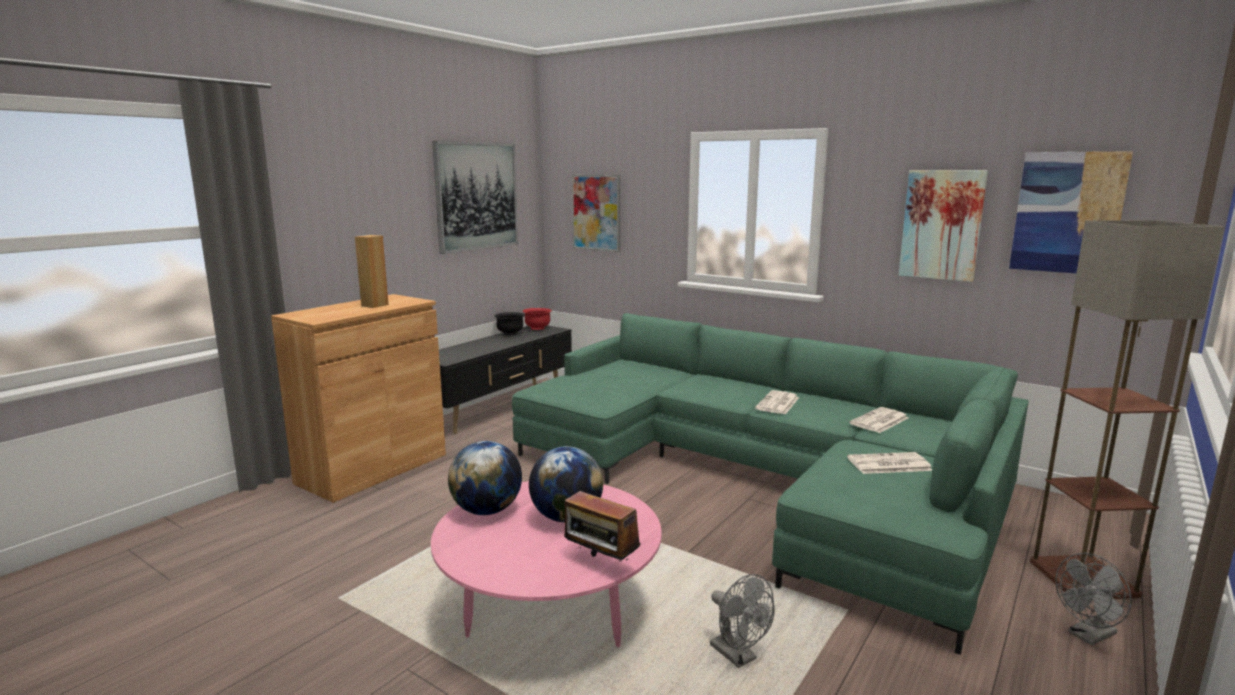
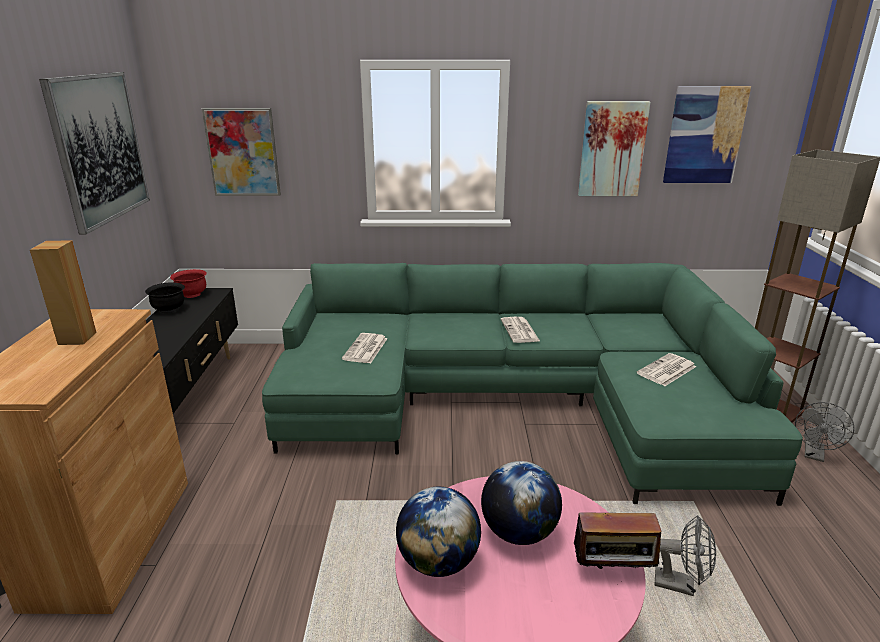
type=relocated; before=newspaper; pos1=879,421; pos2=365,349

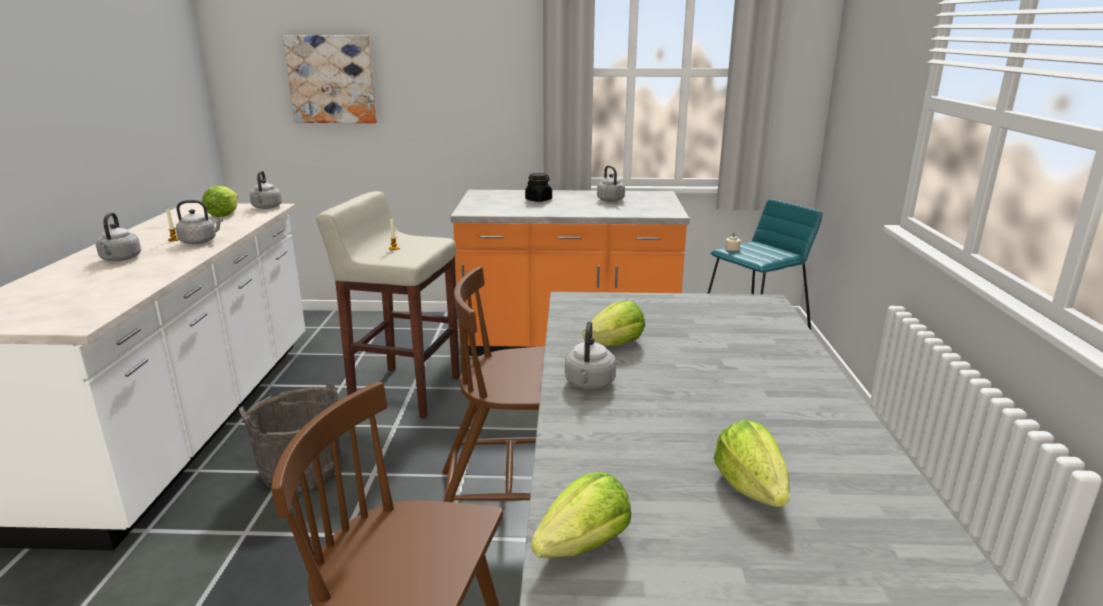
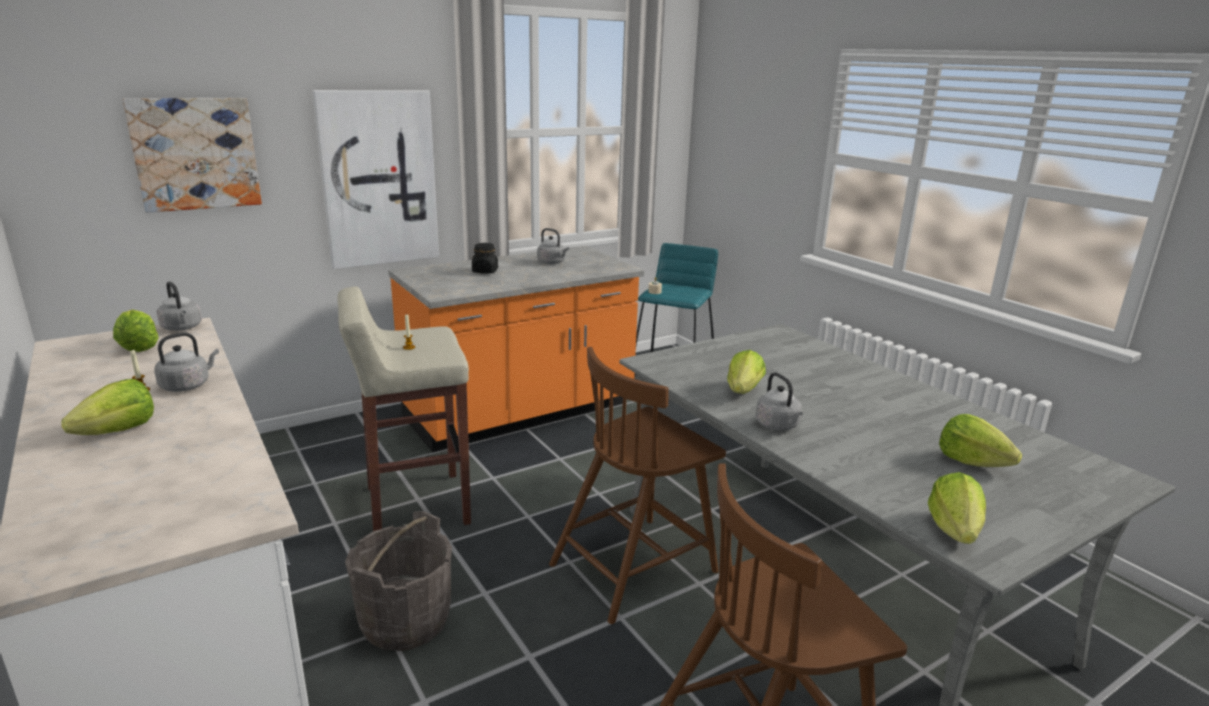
type=exchanged; before=grey_kettle; after=lettuce; pos1=120,259; pos2=119,431
type=appeared; after=picture; pos2=378,179

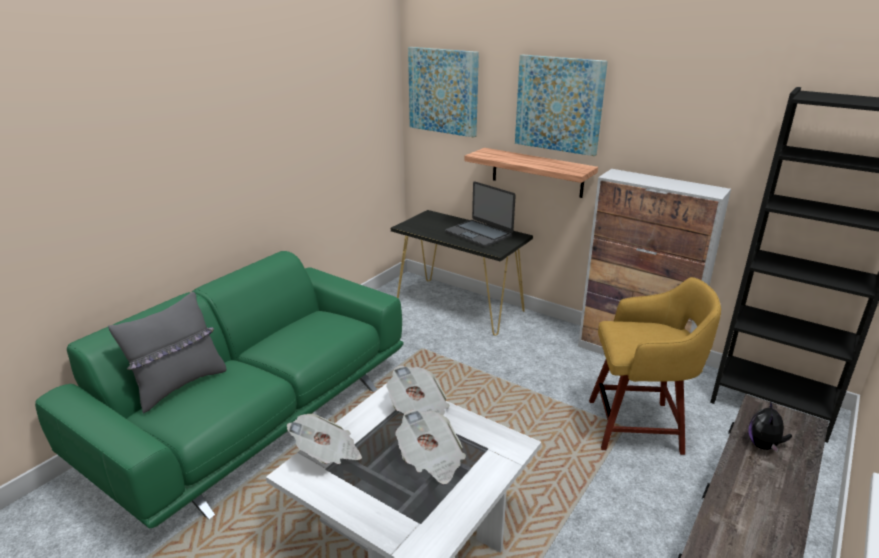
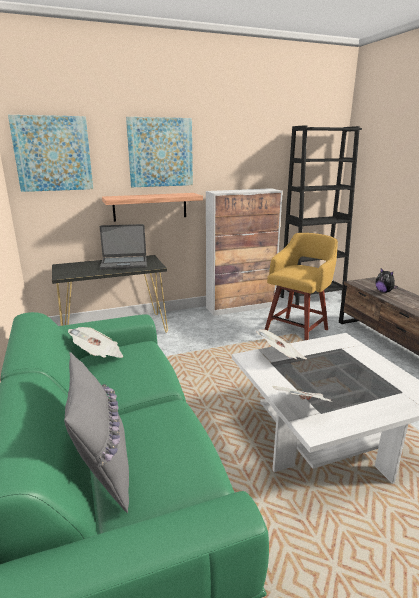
type=relocated; before=newspaper; pos1=431,460; pos2=98,355

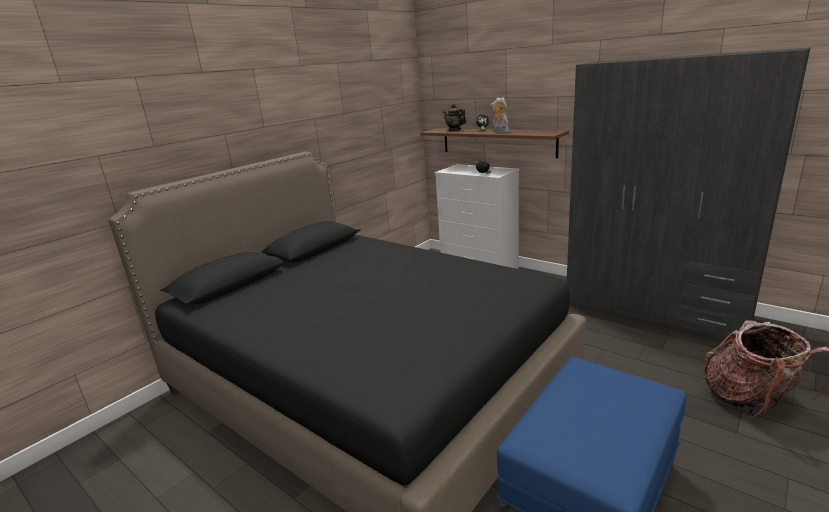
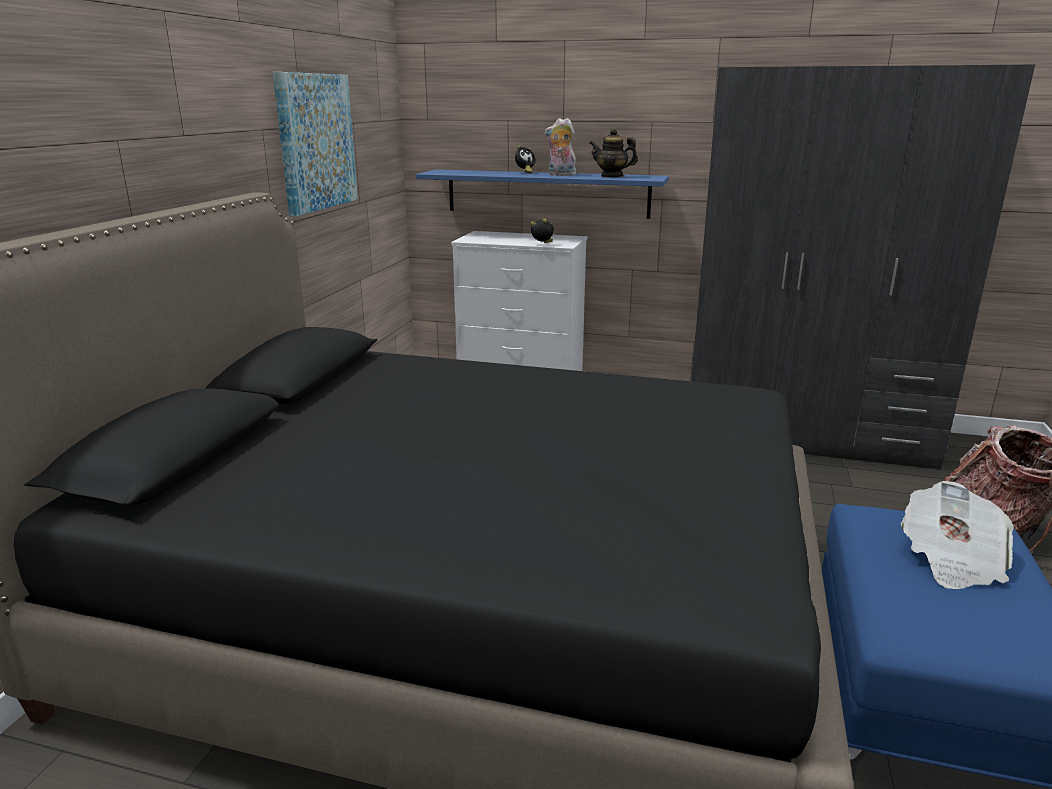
type=relocated; before=teapot; pos1=454,130; pos2=612,176
type=colour; before=brown_shelf; after=blue_shelf; pos1=497,142; pos2=547,193
type=appeared; after=picture; pos2=316,142
type=appeared; after=newspaper; pos2=951,560

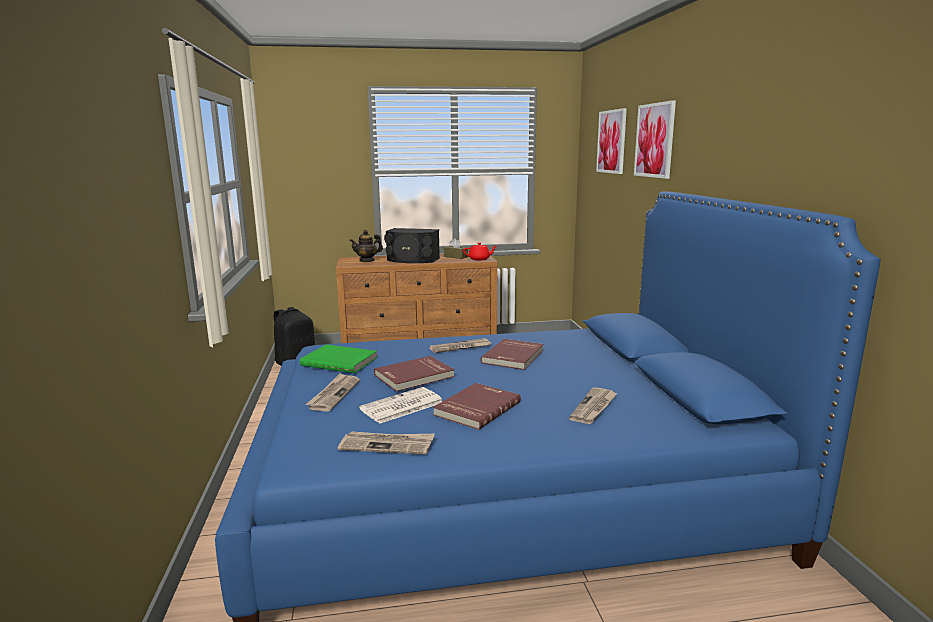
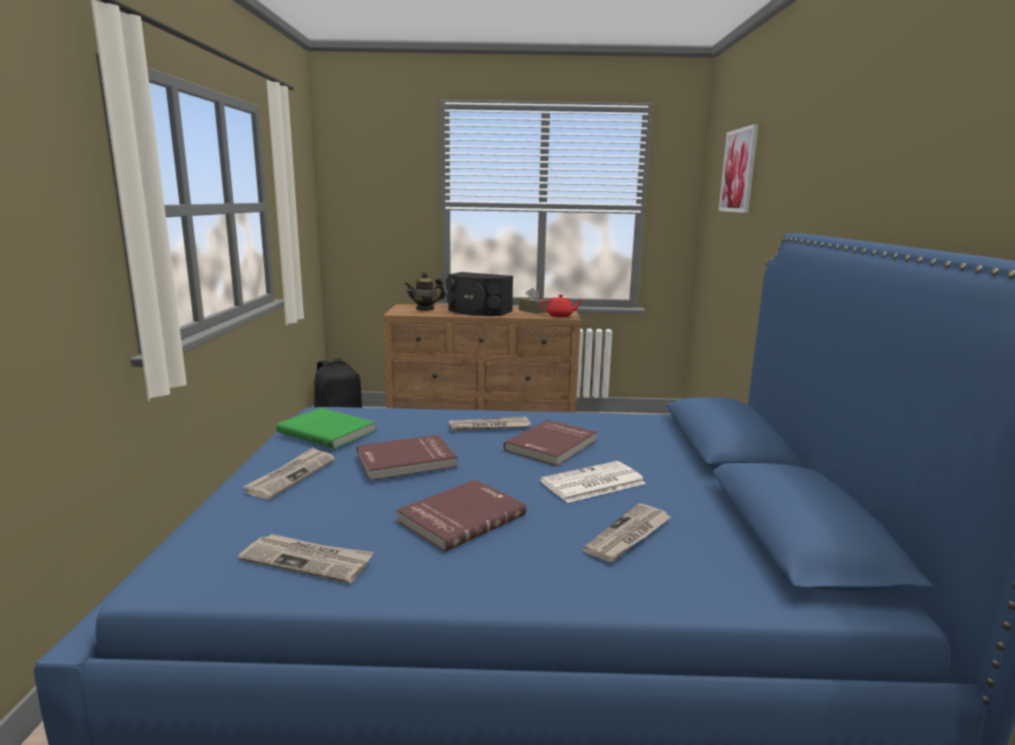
type=missing; before=picture; pos1=654,140
type=relocated; before=newspaper; pos1=401,406; pos2=592,483

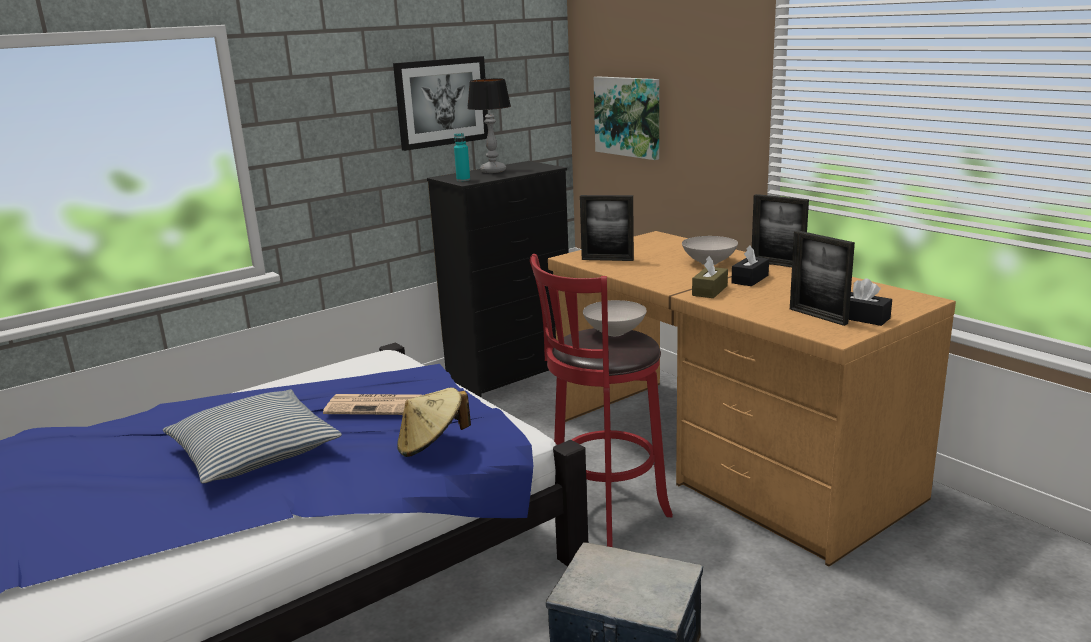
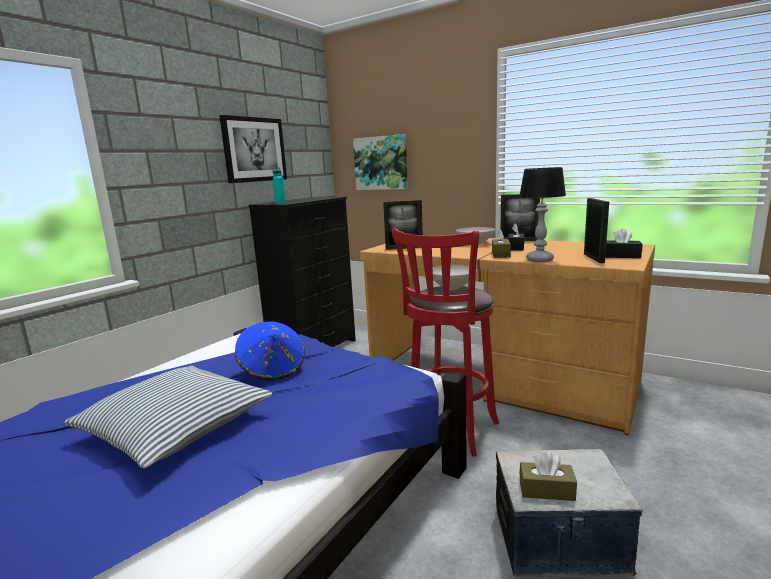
type=relocated; before=table_lamp; pos1=493,171; pos2=540,260
type=spun; before=picture_frame; pos1=818,316; pos2=593,258; turn=-120
type=missing; before=beige_hat; pos1=432,445
type=exchanged; before=newspaper; after=blue_hat; pos1=376,405; pos2=273,369
type=appeared; after=brown_tissue_box; pos2=546,490

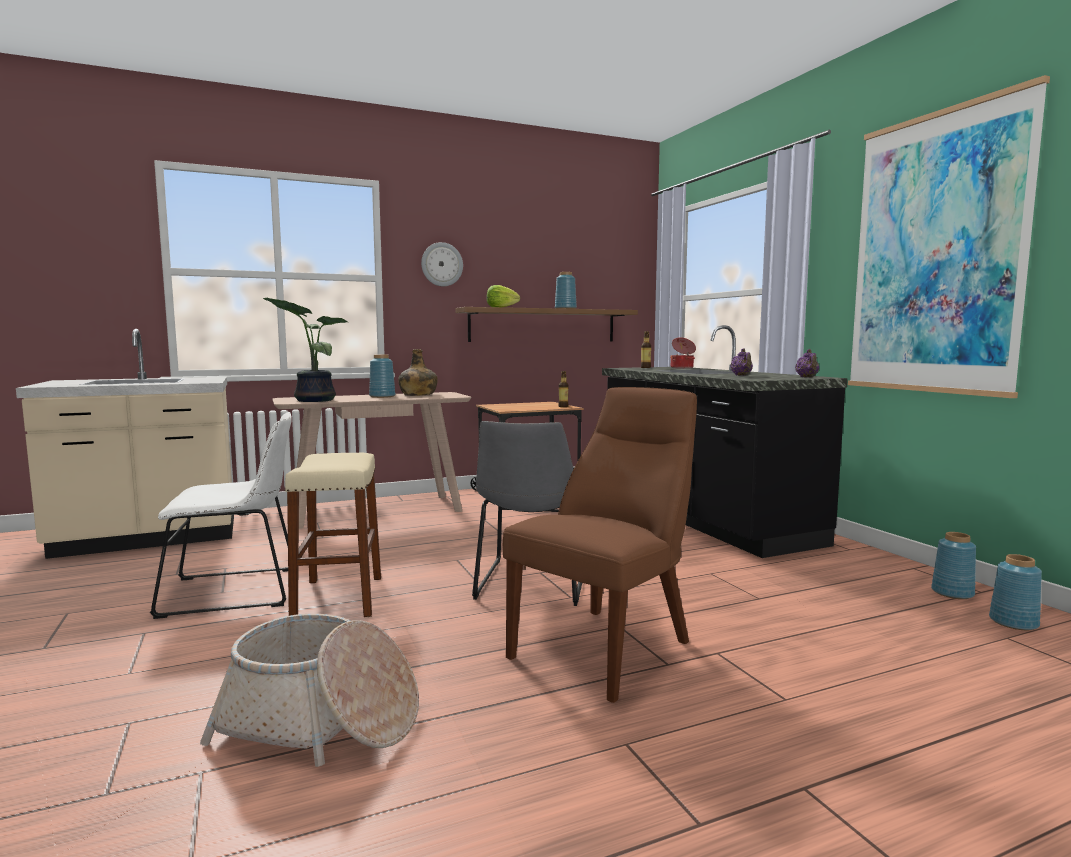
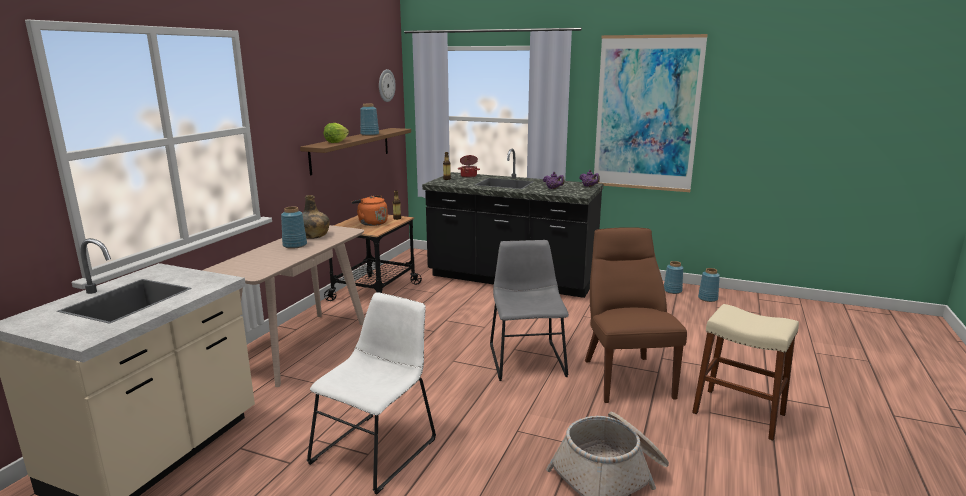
type=relocated; before=wall_clock; pos1=442,264; pos2=386,85
type=missing; before=potted_plant; pos1=312,400
type=spun; before=grey_chair; pos1=531,584; pos2=526,358; turn=-150
type=relocated; before=beige_stool; pos1=338,598; pos2=738,413
type=appeared; after=orange_kettle; pos2=371,223

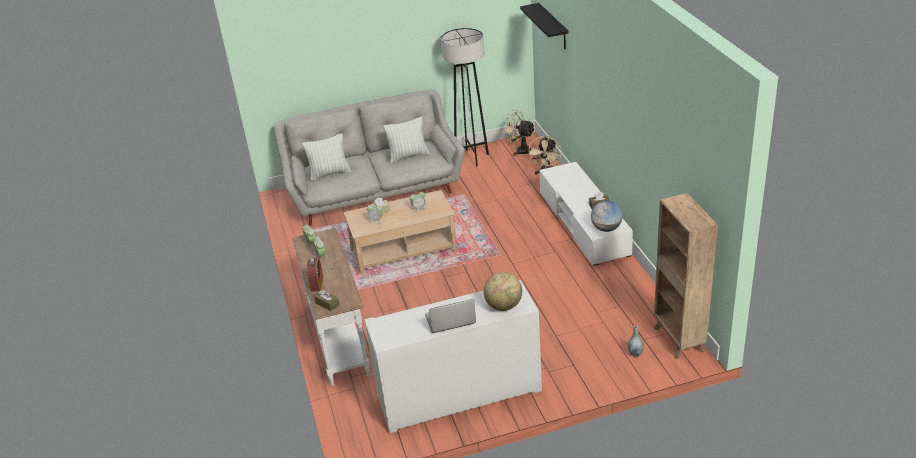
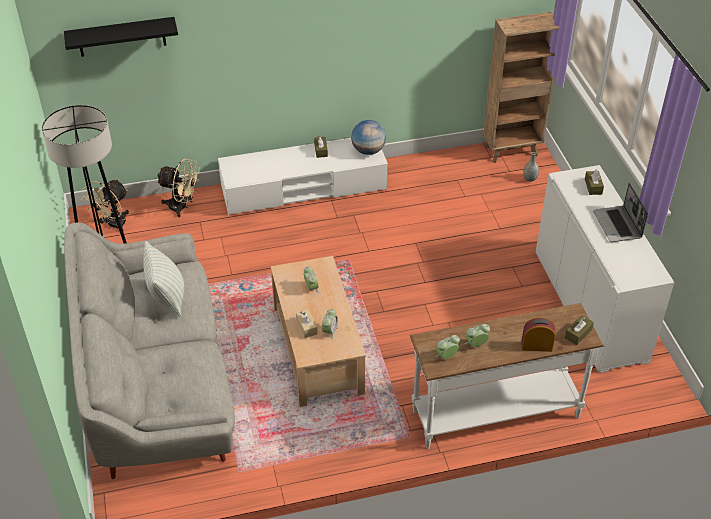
type=missing; before=pillow; pos1=329,173
type=exchanged; before=globe; after=brown_tissue_box; pos1=504,306; pos2=593,186

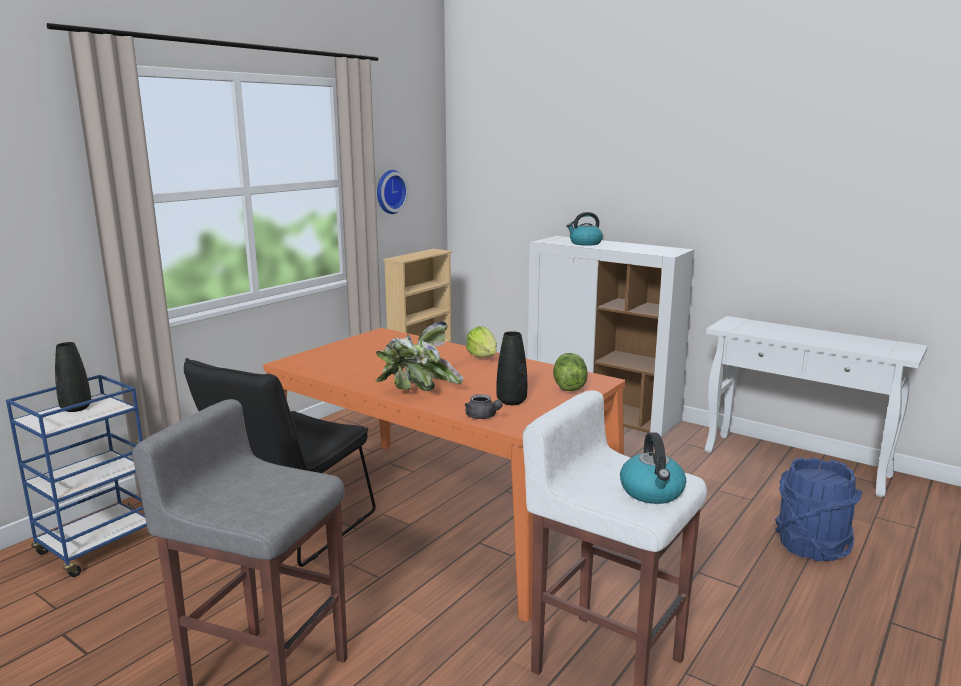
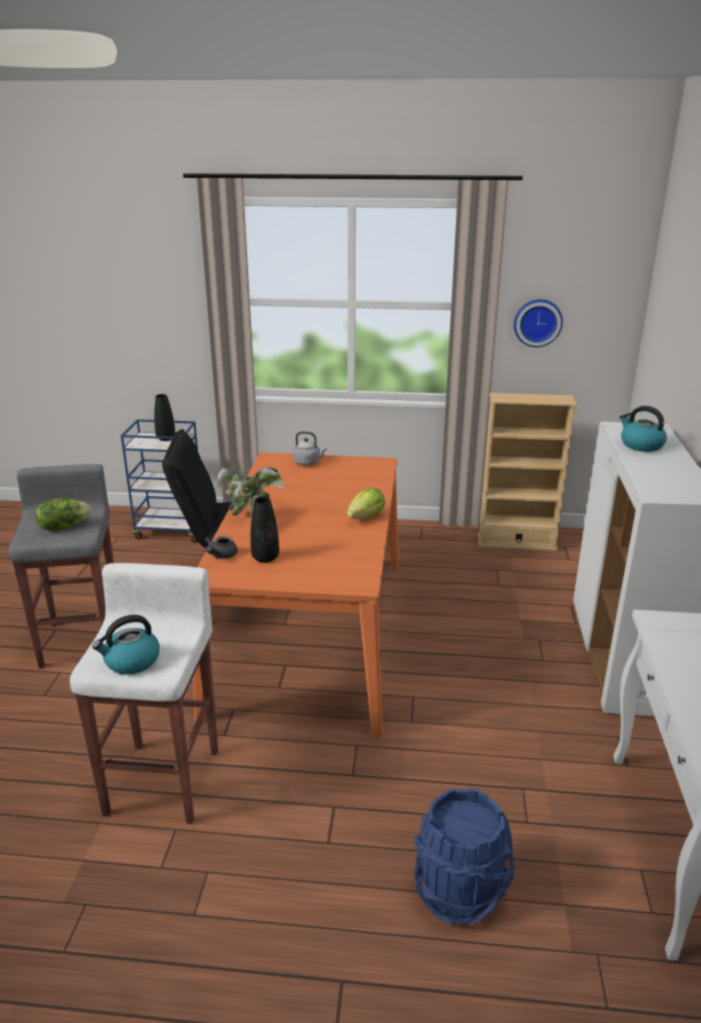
type=relocated; before=lettuce; pos1=568,387; pos2=63,527
type=appeared; after=grey_kettle; pos2=308,462

